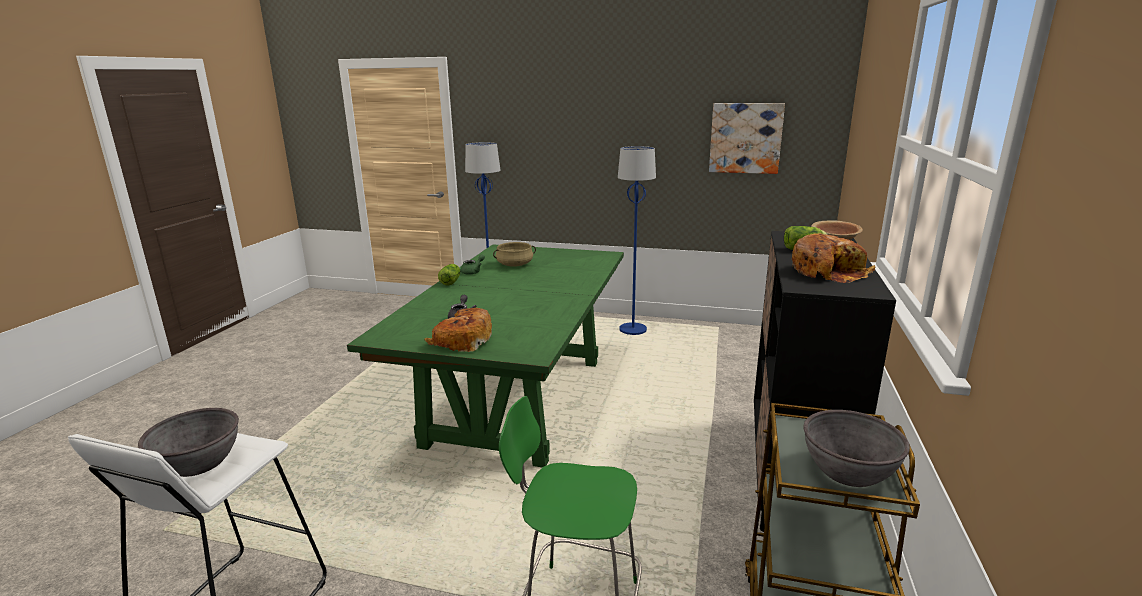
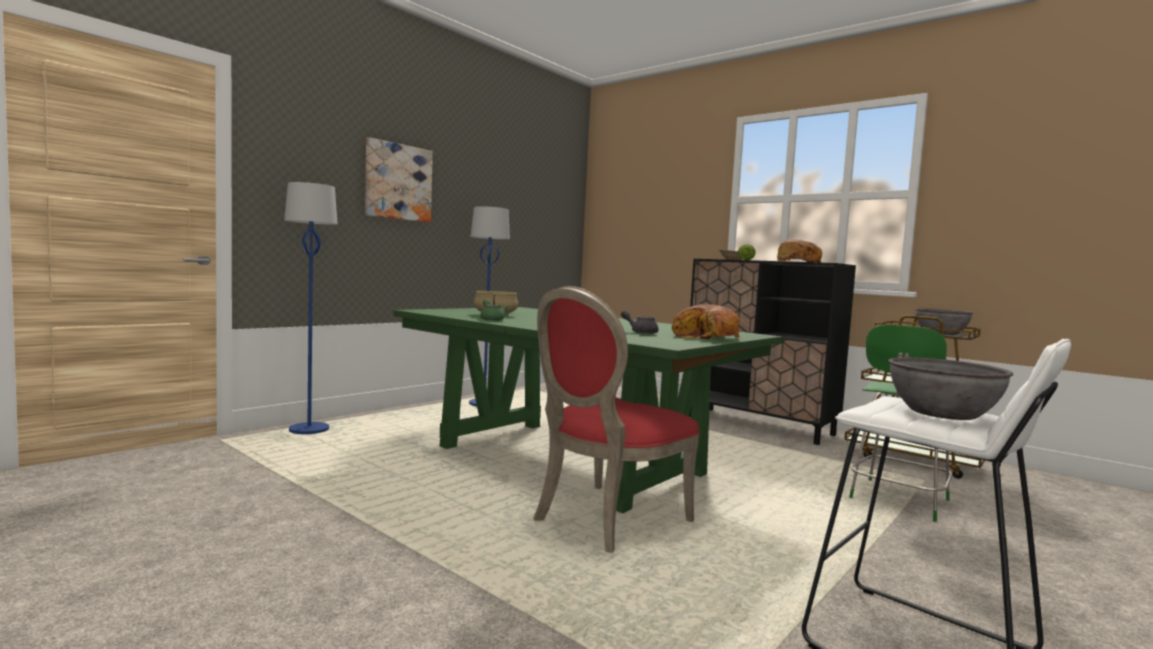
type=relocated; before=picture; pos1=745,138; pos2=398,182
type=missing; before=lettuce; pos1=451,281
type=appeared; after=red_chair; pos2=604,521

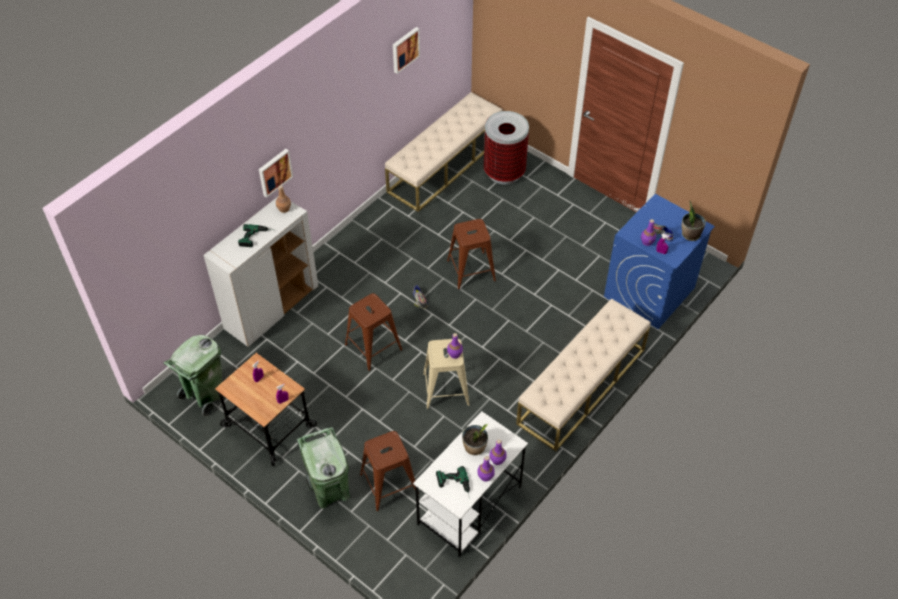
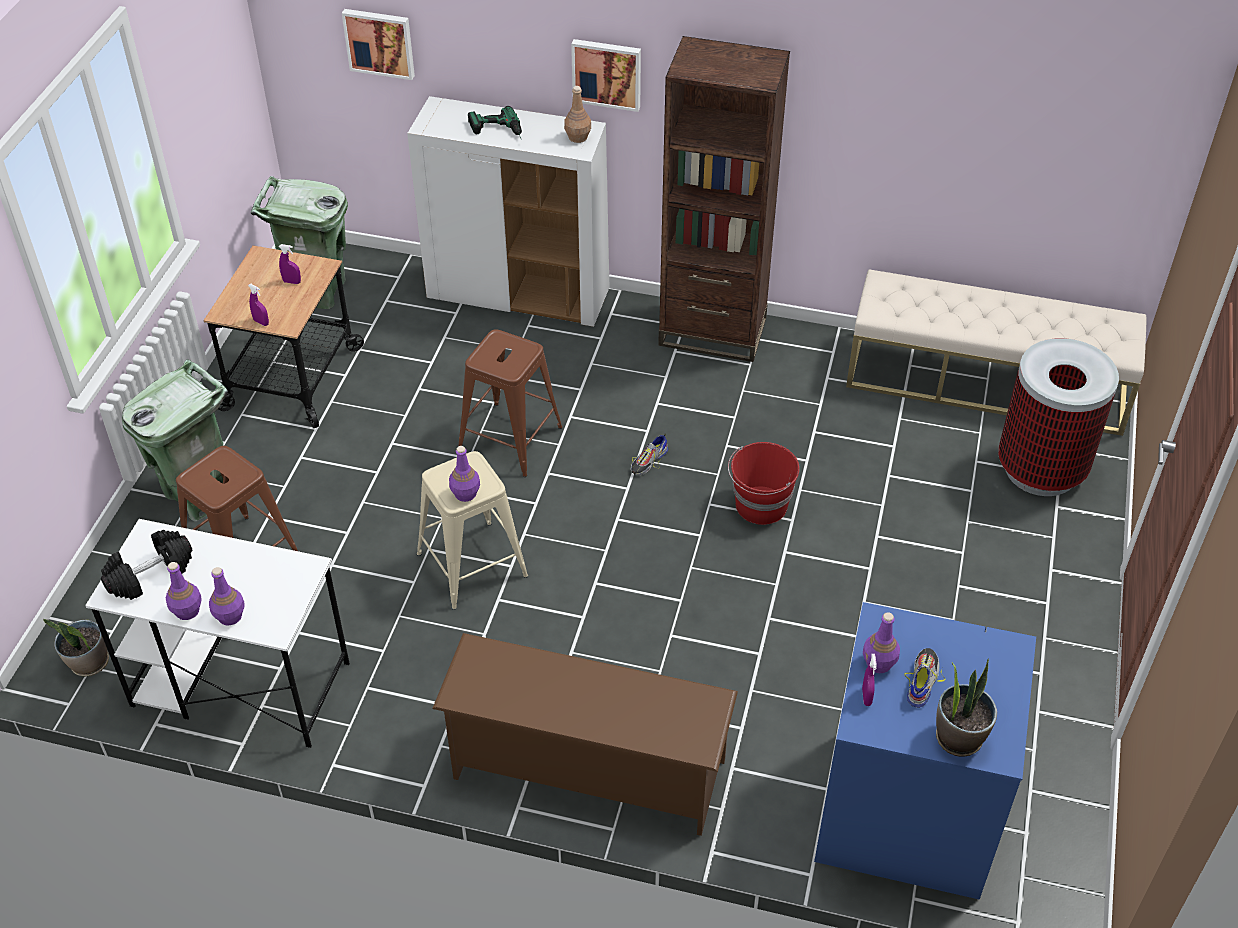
type=relocated; before=picture; pos1=405,49; pos2=380,42
type=exchanged; before=brown_stool; after=red_bucket; pos1=471,271; pos2=760,506
type=exchanged; before=beige_bench; after=brown_shoe_rack; pos1=581,386; pos2=587,769
type=relocated; before=potted_plant; pos1=475,447; pos2=89,663
type=exchanged; before=power_drill; after=black_dumbbell; pos1=454,486; pos2=150,574
type=appeared; after=brown_bookcase; pos2=712,332

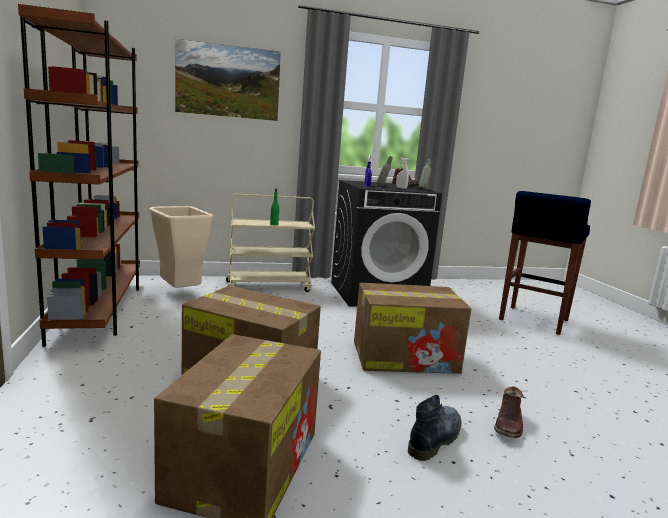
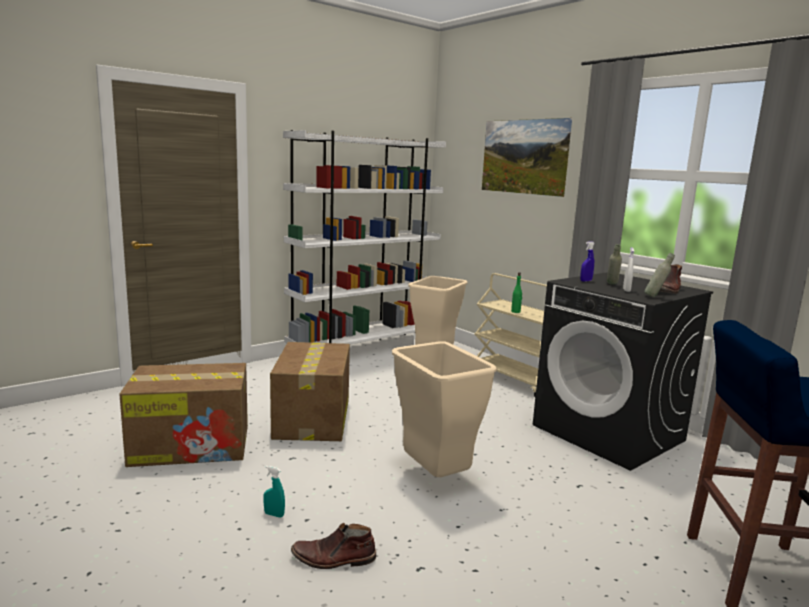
type=colour; before=brown_bookcase; after=white_bookcase; pos1=100,309; pos2=363,349
type=exchanged; before=cardboard_box; after=beige_trash_can; pos1=406,357; pos2=436,478
type=exchanged; before=boot; after=turquoise_spray_bottle; pos1=435,438; pos2=274,514

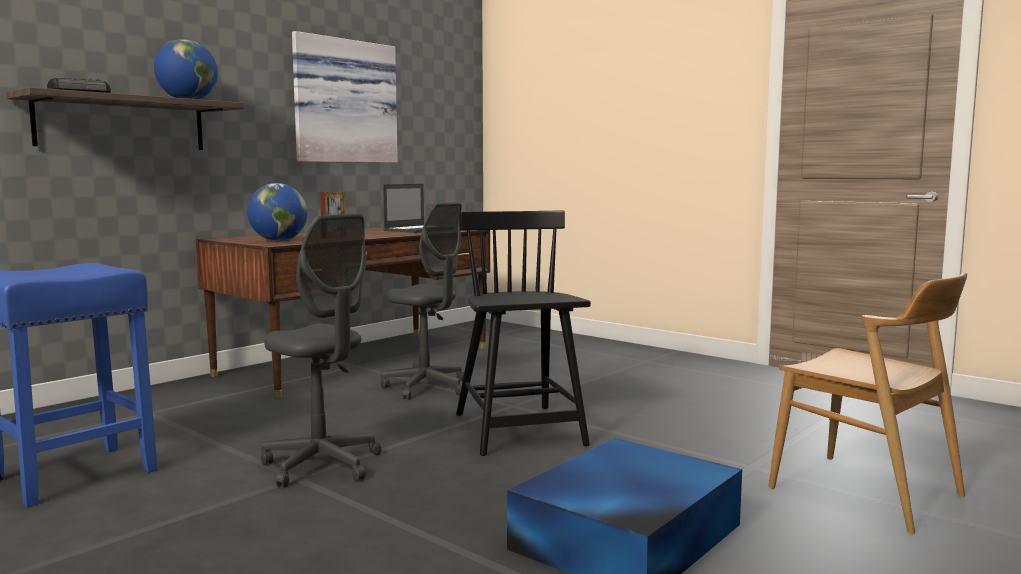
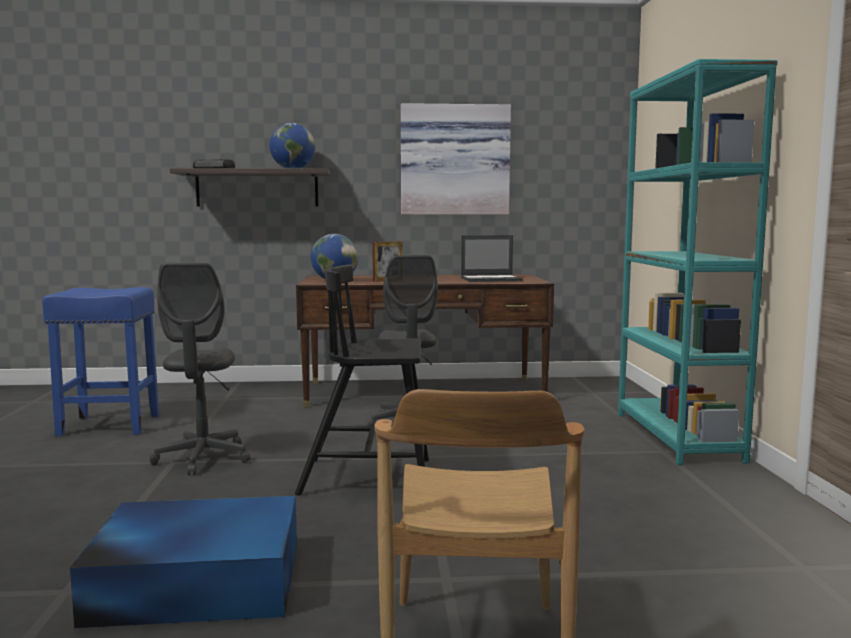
type=spun; before=black_chair; pos1=519,430; pos2=369,477; turn=-120
type=appeared; after=turquoise_bookcase; pos2=677,436

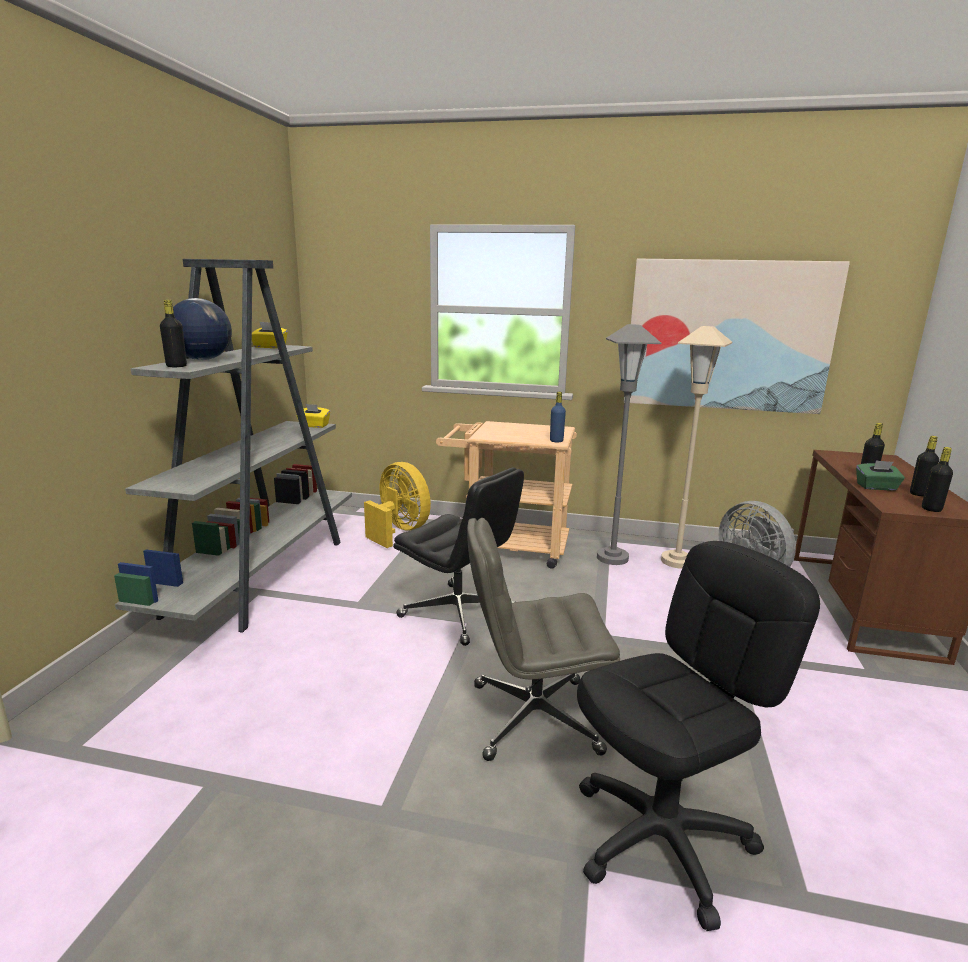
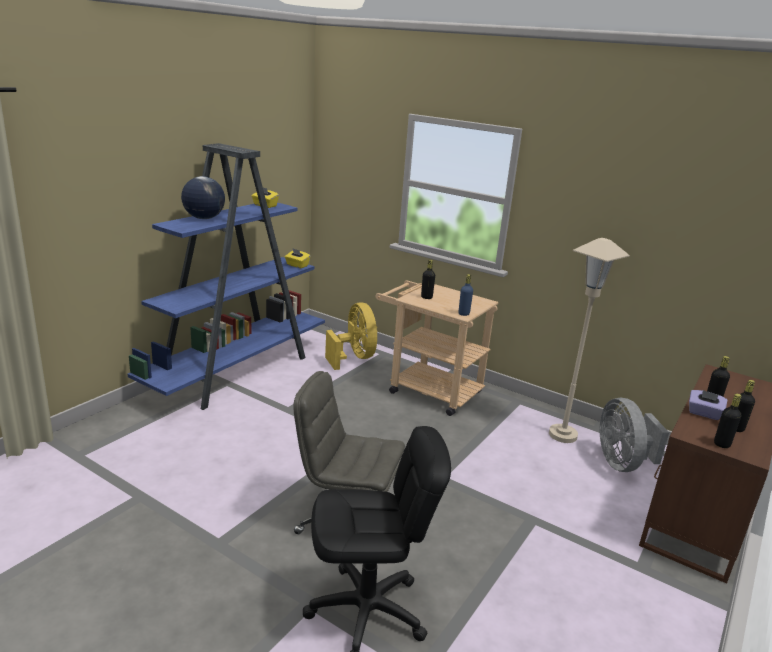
type=colour; before=grey_bookcase; after=blue_bookcase; pos1=261,574; pos2=237,371
type=missing; before=picture; pos1=728,336
type=relocated; before=black_bottle; pos1=176,366; pos2=426,297
type=missing; before=grey_floor_lamp; pos1=612,558
type=colour; before=green_tissue_box; after=purple_tissue_box; pos1=876,487; pos2=704,413
type=missing; before=black_office_chair; pos1=459,613

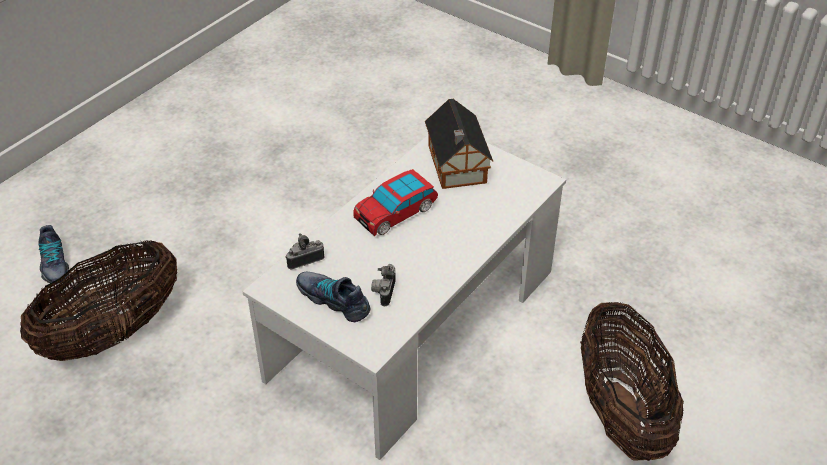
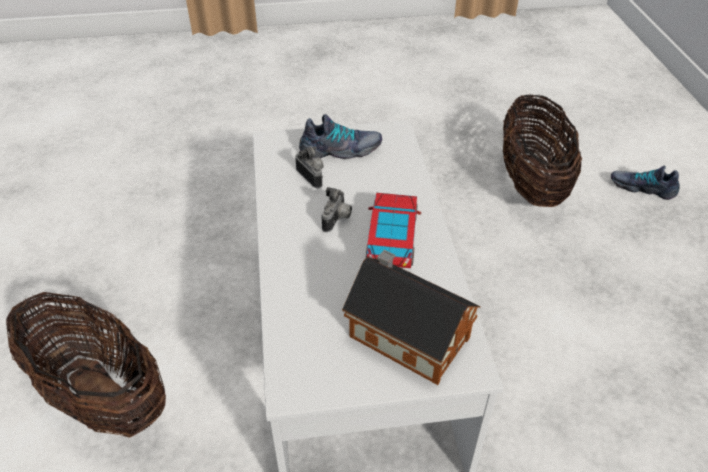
type=relocated; before=photo_camera; pos1=304,259; pos2=337,220

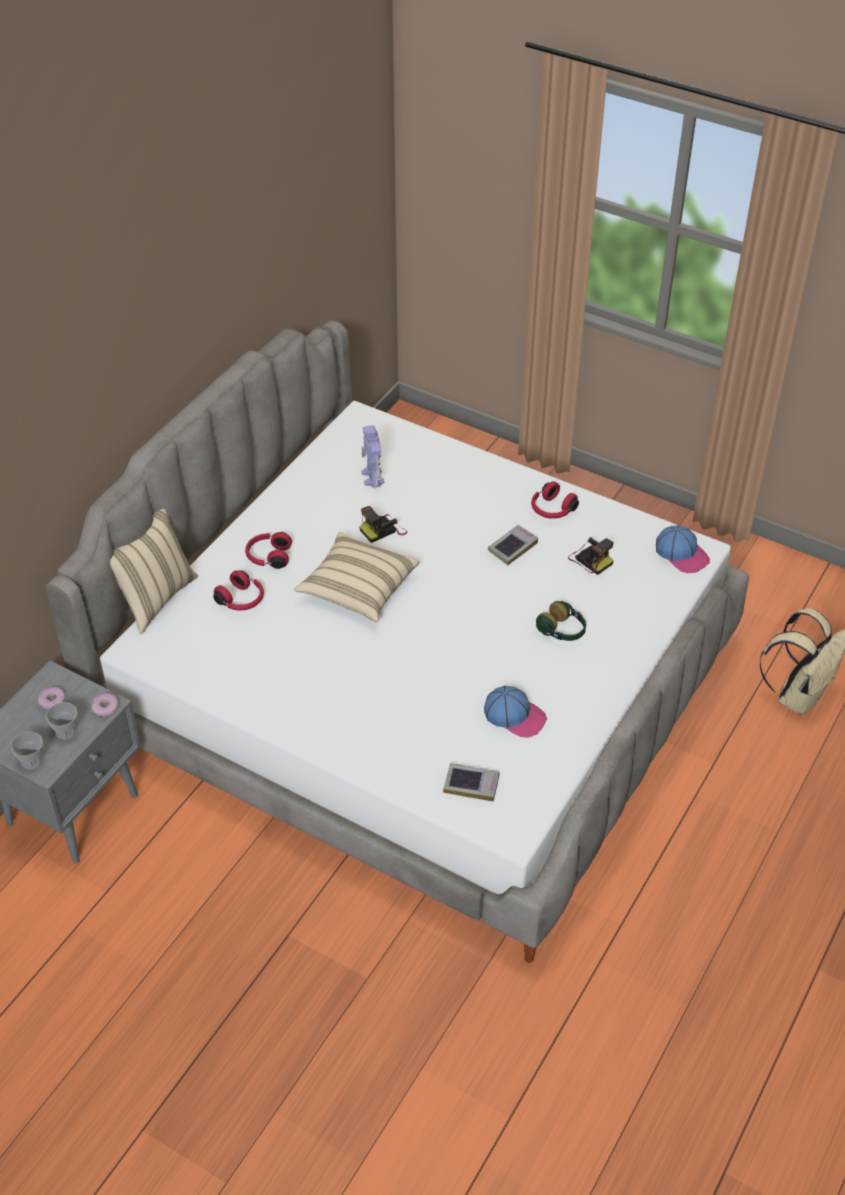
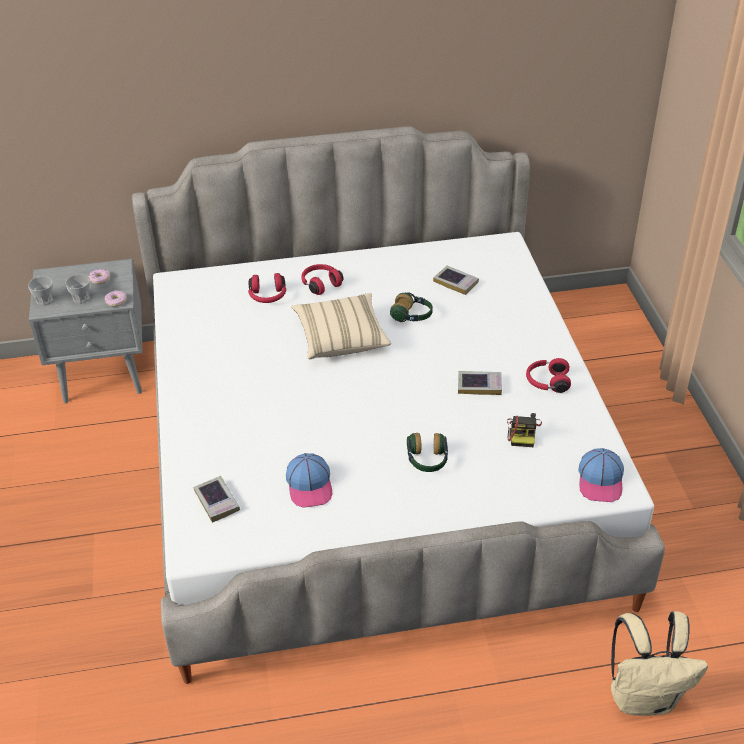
type=exchanged; before=toy_robot; after=book; pos1=373,478; pos2=456,282
type=exchanged; before=photo_camera; after=headphones; pos1=383,530; pos2=412,316
type=missing; before=beige_pillow; pos1=155,598

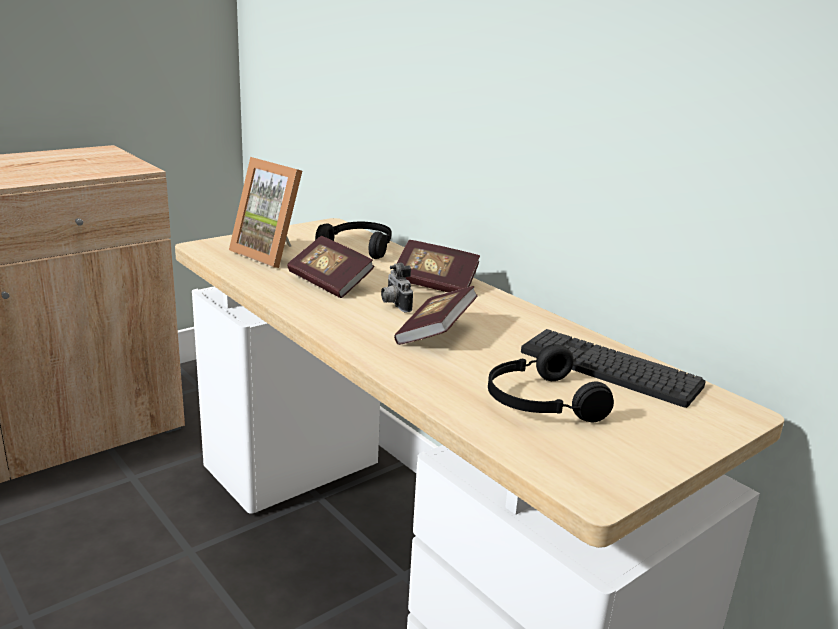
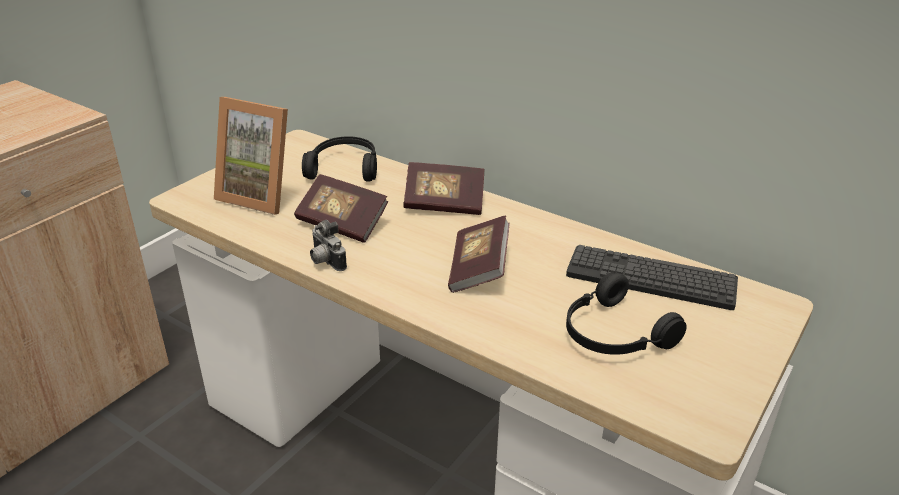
type=relocated; before=photo_camera; pos1=394,305; pos2=325,262

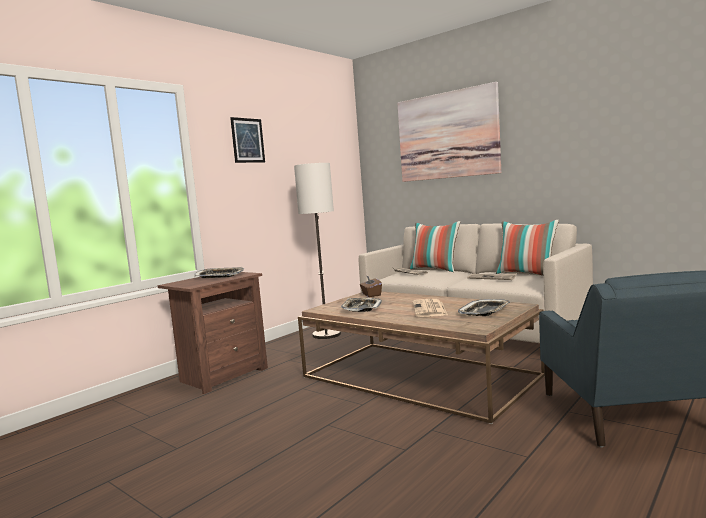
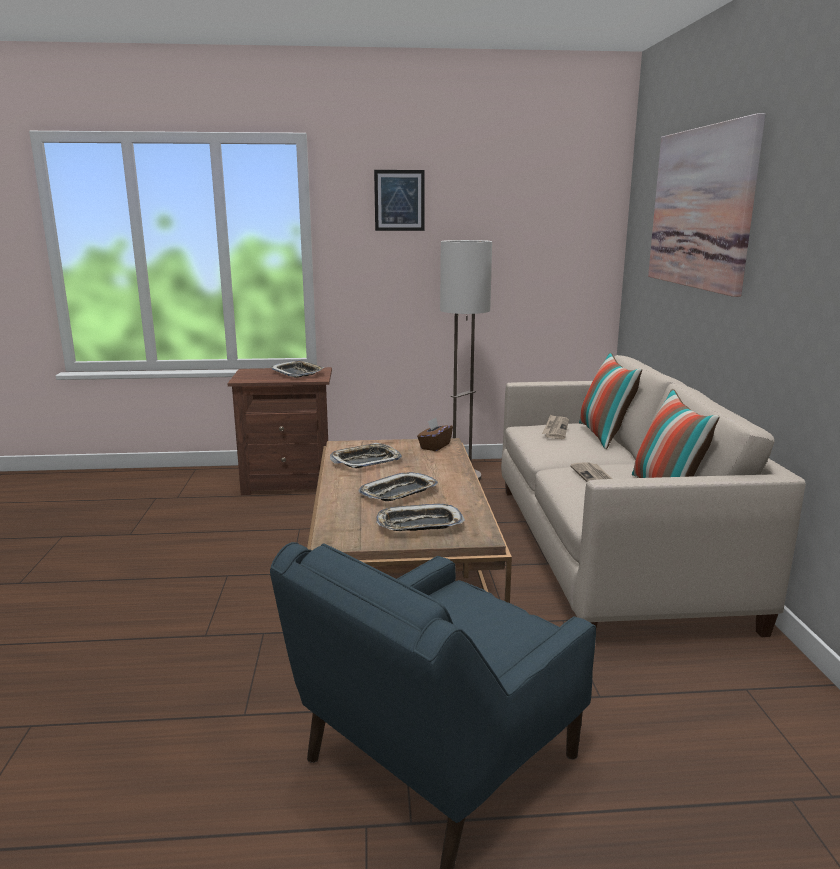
type=exchanged; before=newspaper; after=tray; pos1=430,309; pos2=399,493

